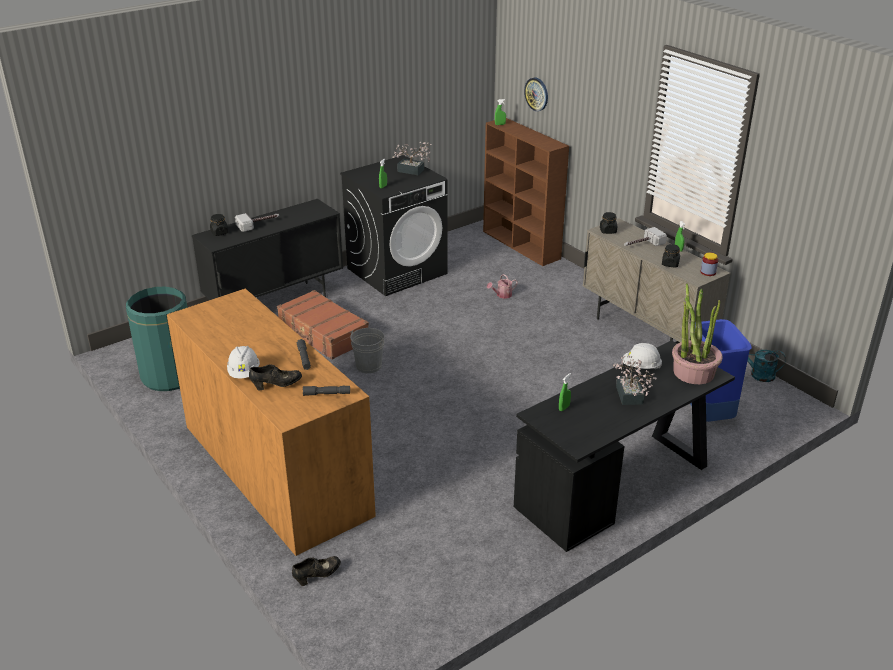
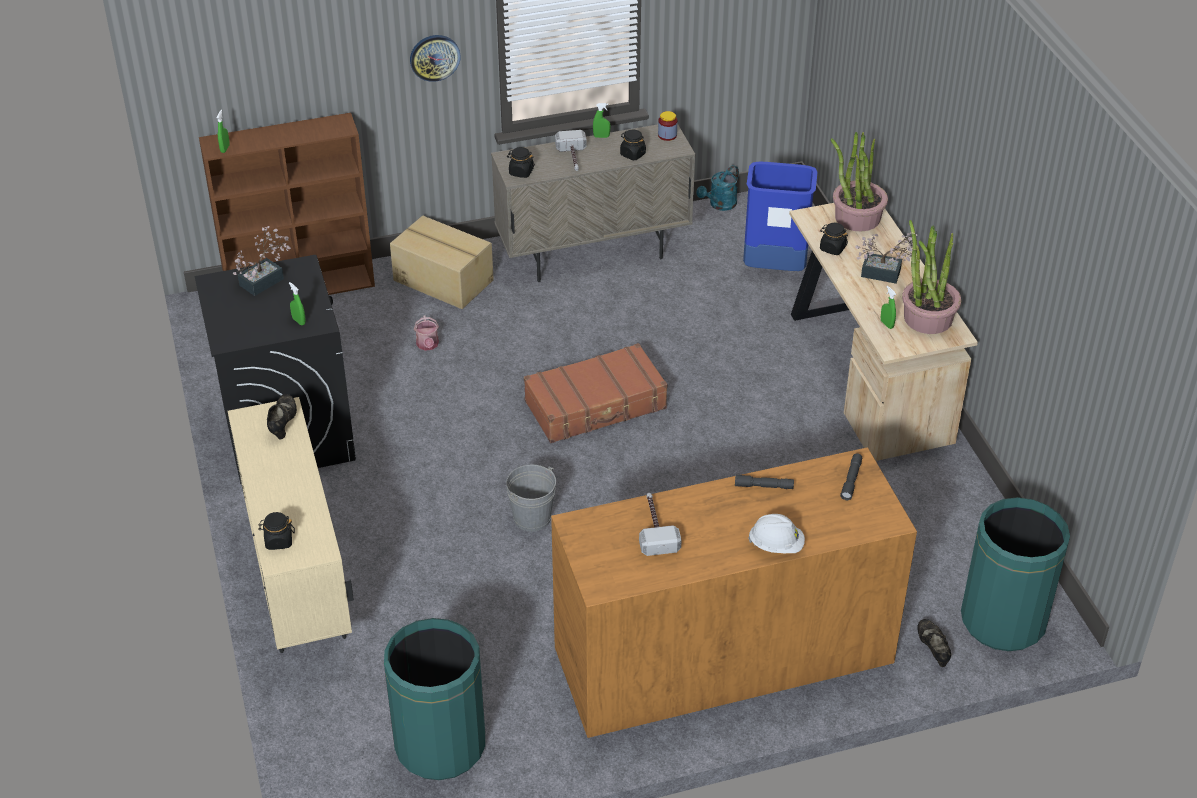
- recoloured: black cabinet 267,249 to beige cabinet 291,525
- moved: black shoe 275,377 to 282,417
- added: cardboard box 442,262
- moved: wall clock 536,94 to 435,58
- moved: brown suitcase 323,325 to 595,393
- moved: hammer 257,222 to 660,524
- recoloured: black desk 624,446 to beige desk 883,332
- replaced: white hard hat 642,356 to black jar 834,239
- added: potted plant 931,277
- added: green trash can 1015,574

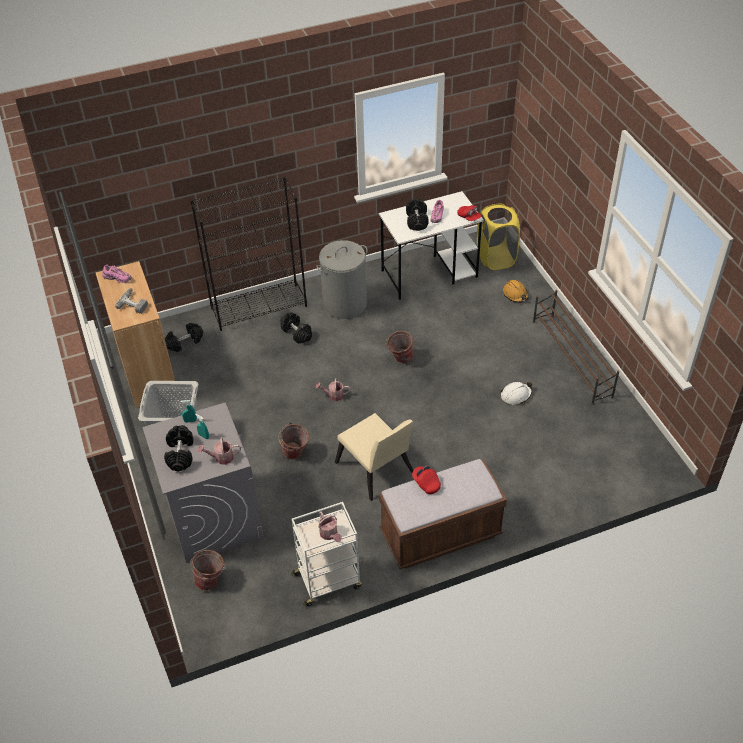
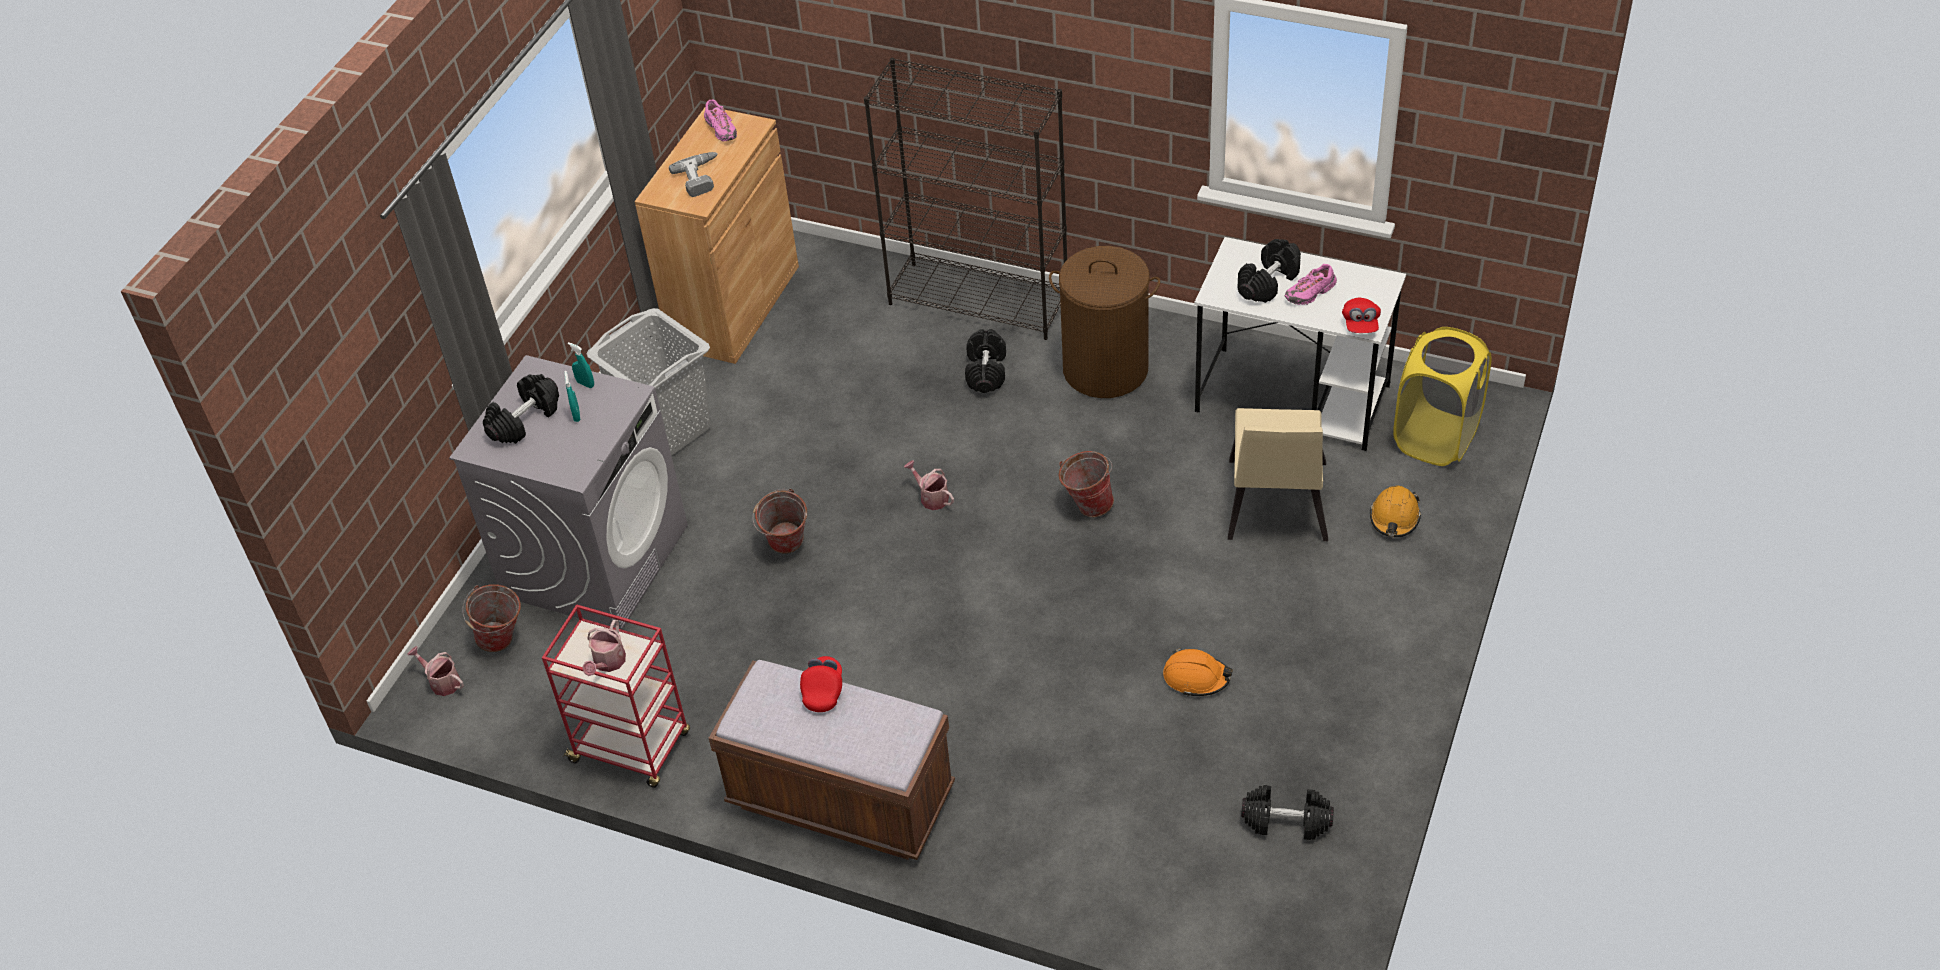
- moved: watering can 219,451 to 435,671
- recoloured: white cart 326,554 to red cart 616,696
- recoloured: grey laundry basket 342,279 to brown laundry basket 1104,322
- recoloured: white hard hat 516,393 to orange hard hat 1198,672
- moved: beige chair 374,457 to 1278,474
- moved: black dumbbell 184,337 to 1287,812
- removed: brown shoe rack 576,347

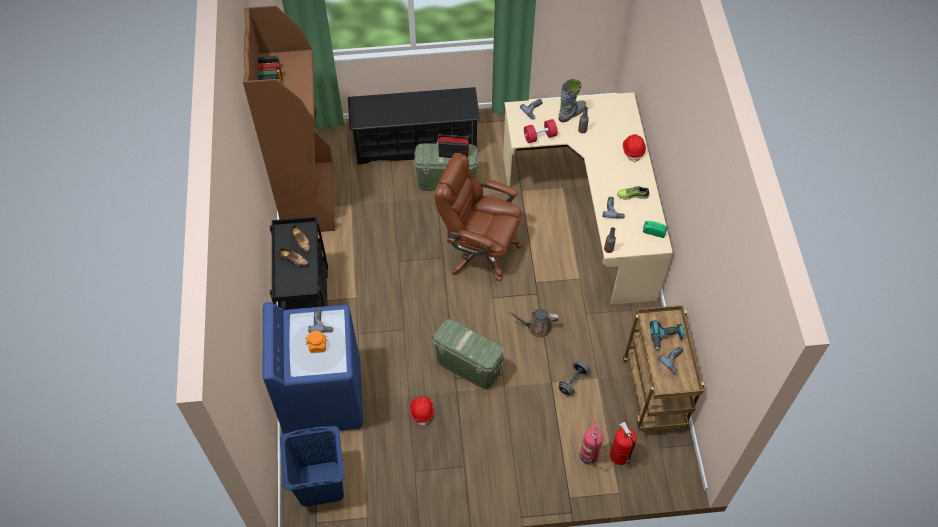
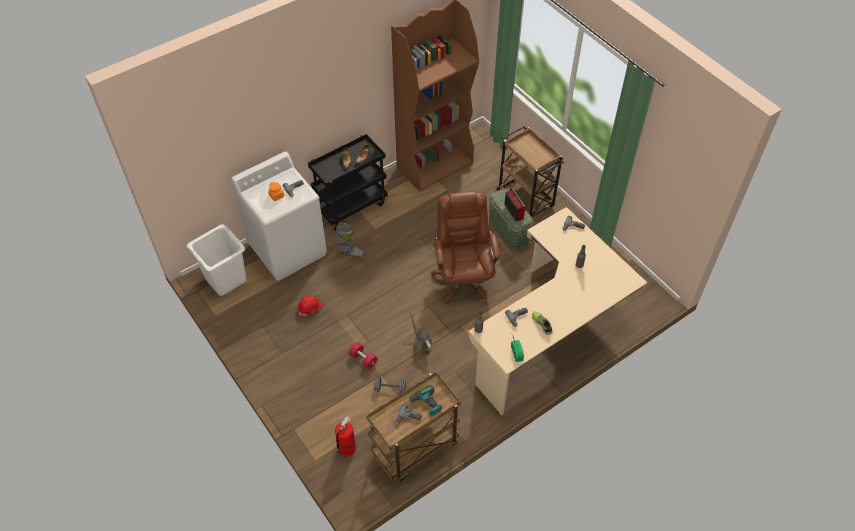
- recoloured: blue laundry basket 312,466 to white laundry basket 216,260
- recoloured: blue washing machine 312,368 to white washing machine 279,216
- moved: grey boot 572,100 to 350,240
- moved: red dumbbell 541,131 to 363,355
- replaced: black shoe rack 414,126 to brown cart 530,171
- removed: green storage box 468,354
- removed: fire extinguisher 591,442
- removed: red hard hat 634,148

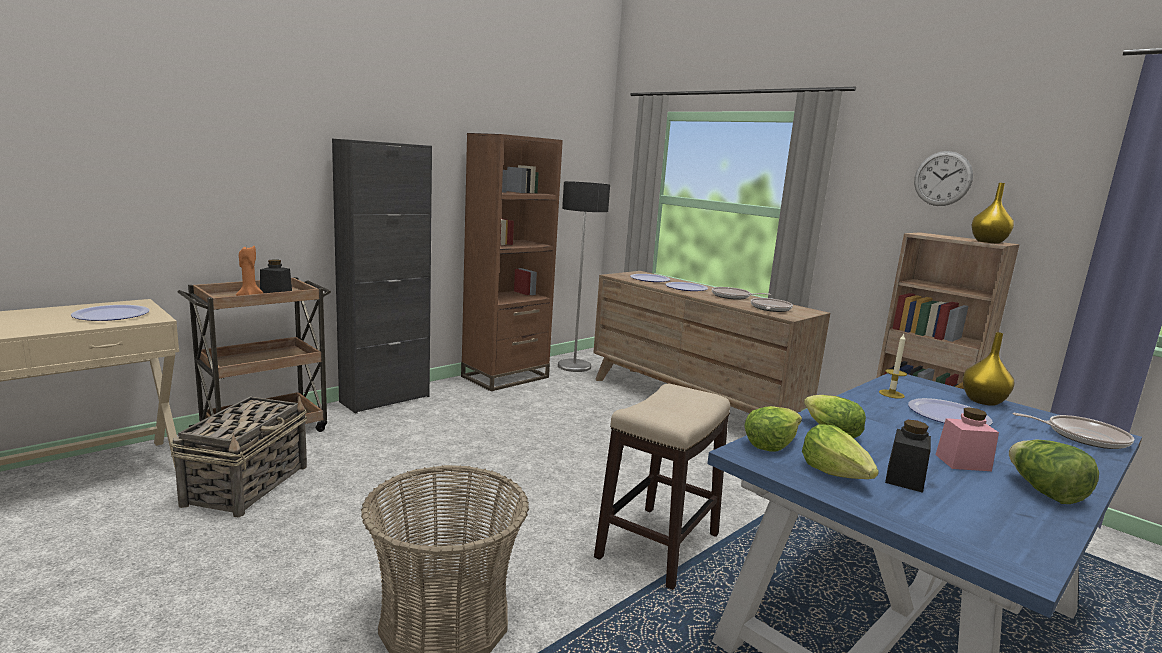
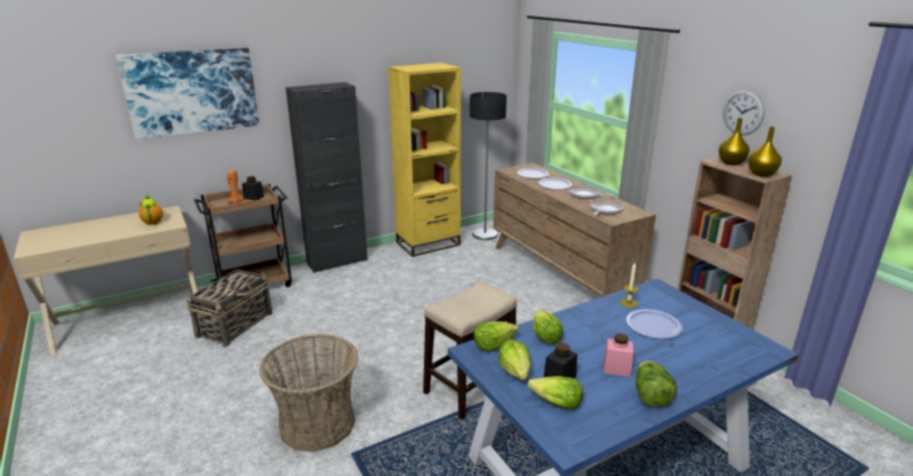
- added: picture 187,93
- replaced: plate 110,313 to teapot 151,209
- recoloured: brown bookcase 512,262 to yellow bookcase 424,160
- added: lettuce 555,393
- moved: yellow vase 988,369 to 734,141
- removed: frying pan 1073,431

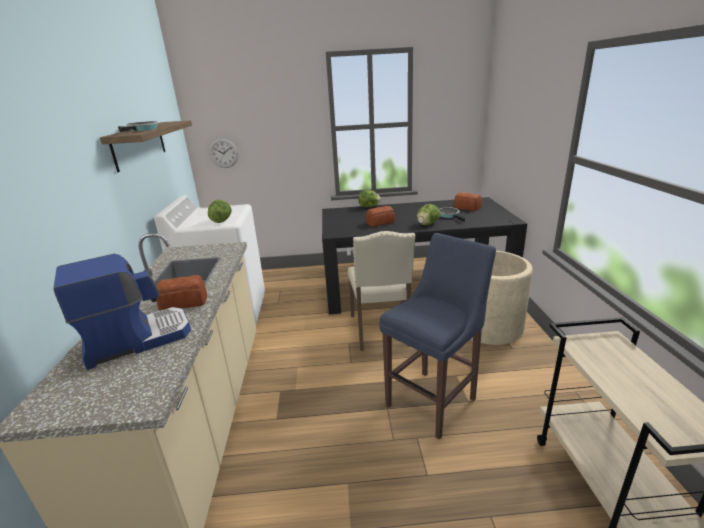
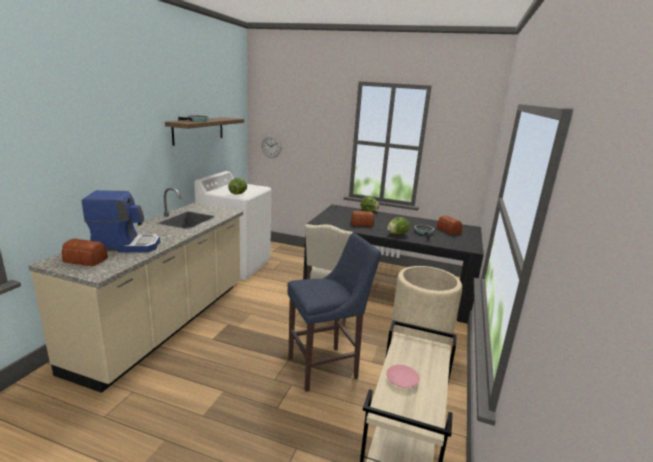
- moved: bread 182,293 to 85,252
- added: pink plate 403,376

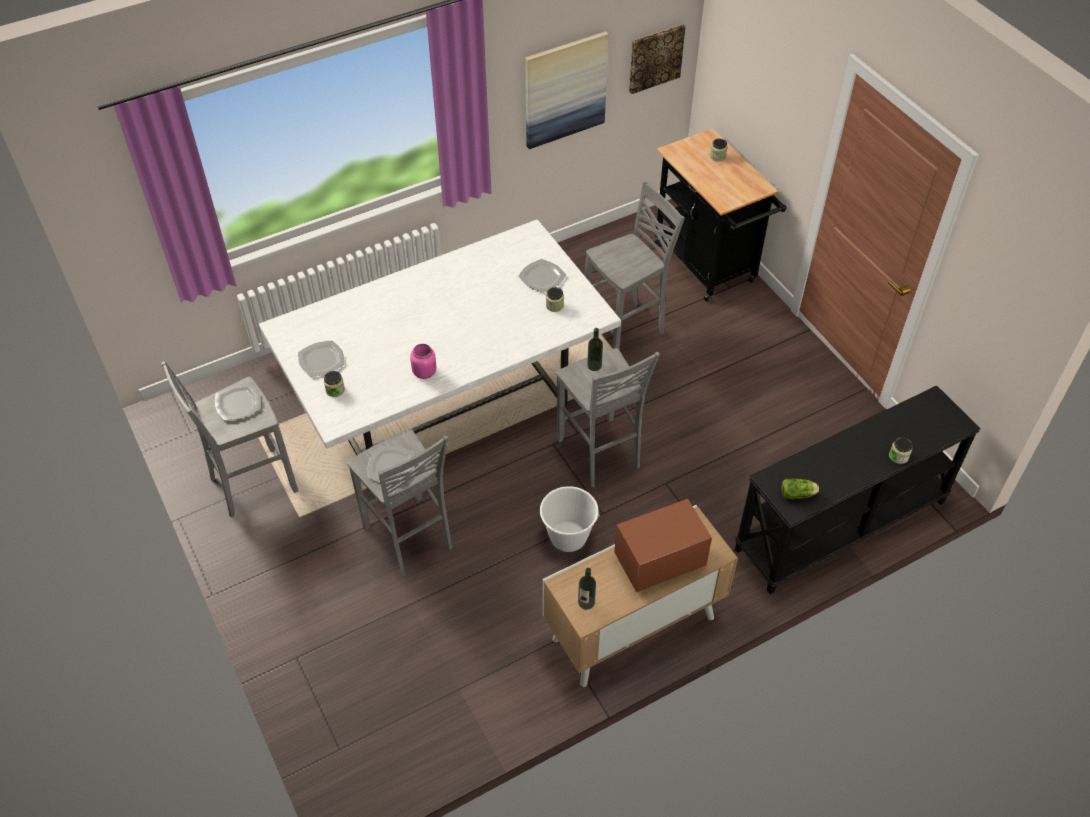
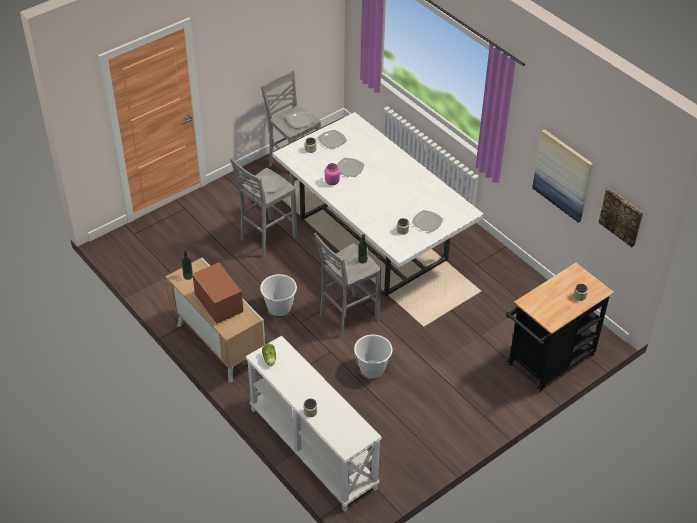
- recoloured: black console table 858,489 to white console table 314,424
- added: plate 350,167
- added: white bucket 373,356
- removed: grey stool 635,265

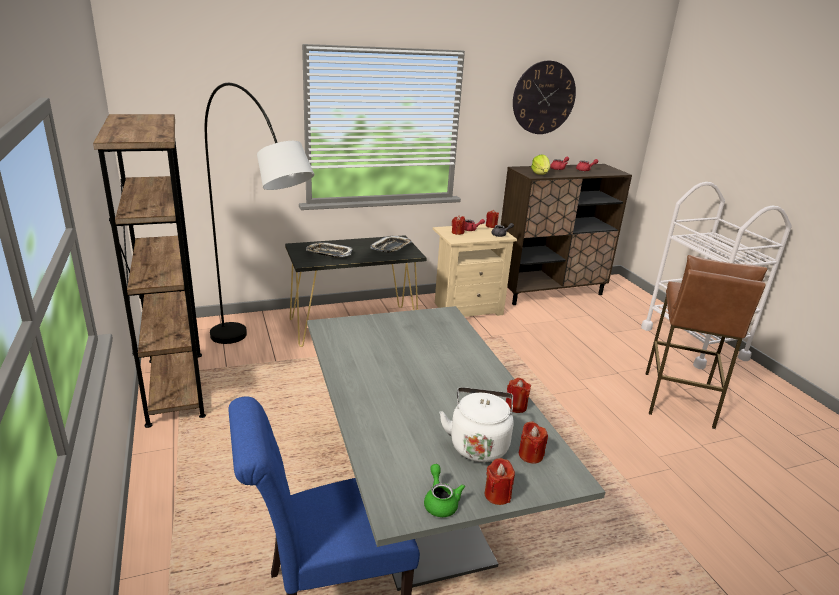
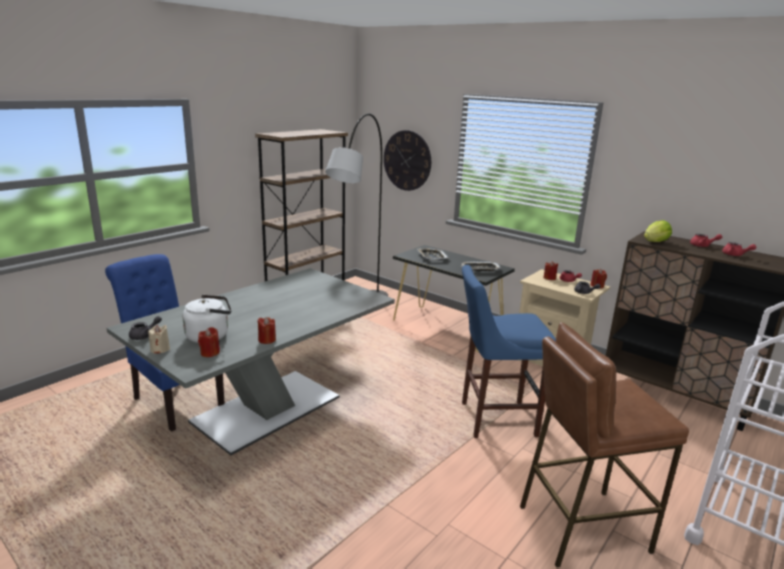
- recoloured: green teapot 444,490 to grey teapot 145,328
- recoloured: red candle 500,481 to beige candle 159,339
- moved: wall clock 544,97 to 407,160
- added: blue stool 509,351

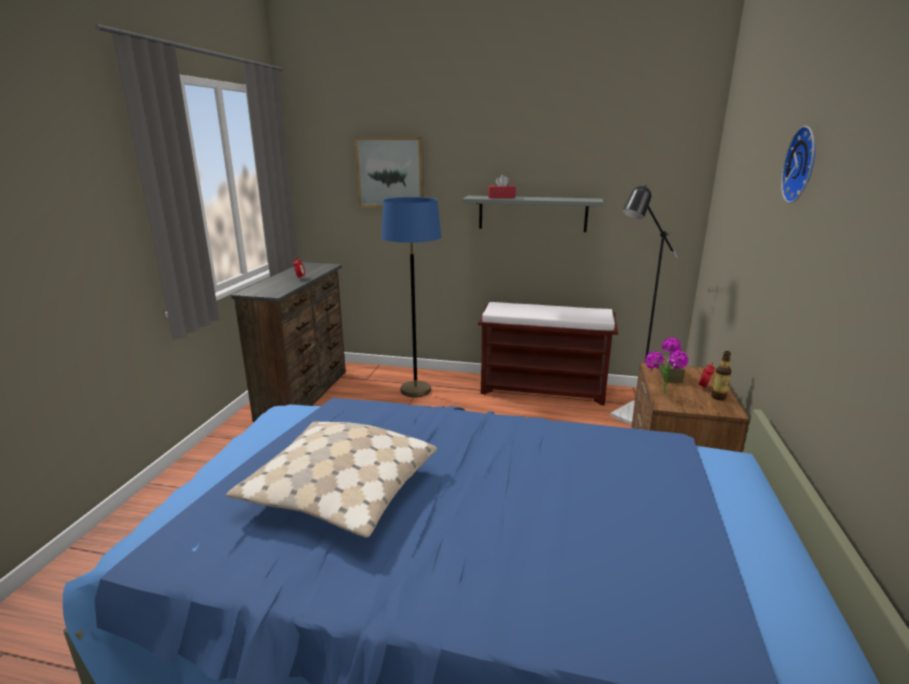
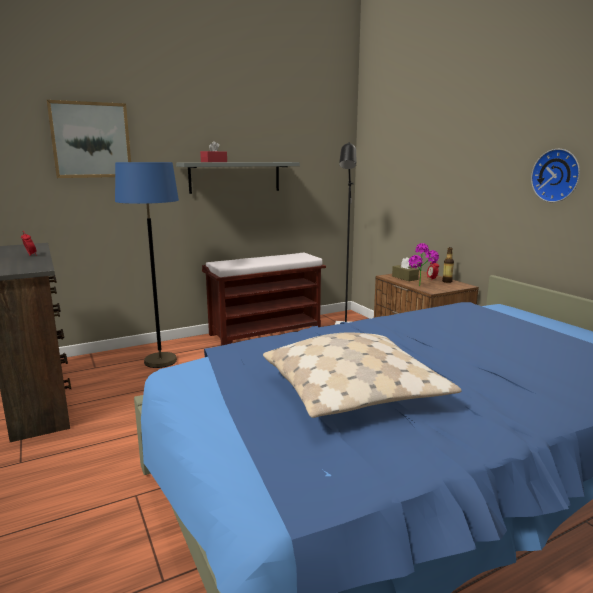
- moved: wall clock 798,164 to 555,175

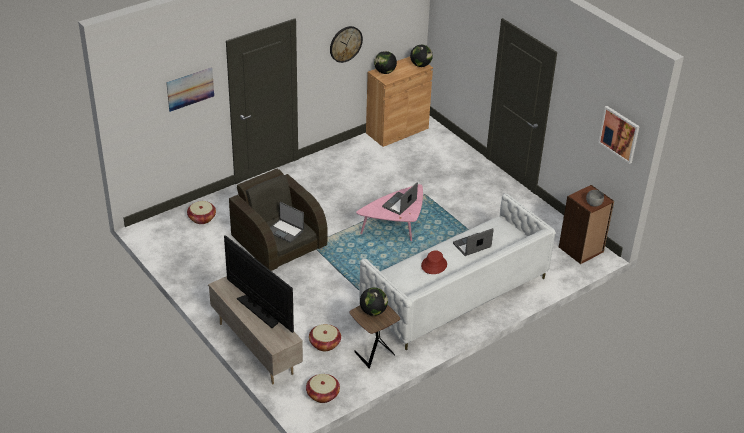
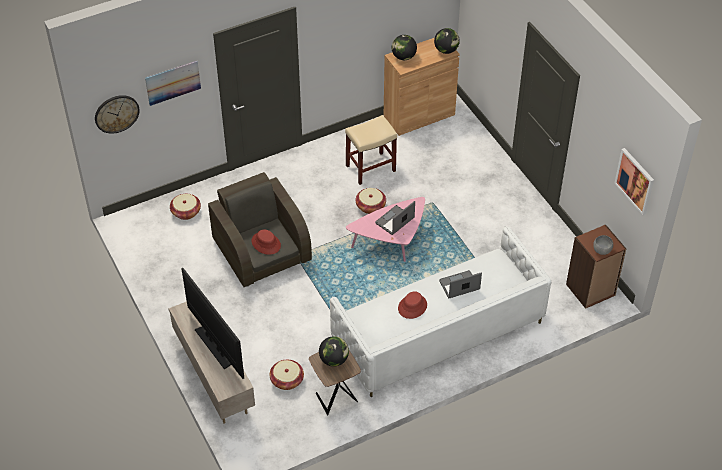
- moved: wall clock 346,44 to 117,114
- replaced: laptop 287,222 to red hat 266,242
- added: beige stool 371,150
- moved: basket 323,388 to 371,201

